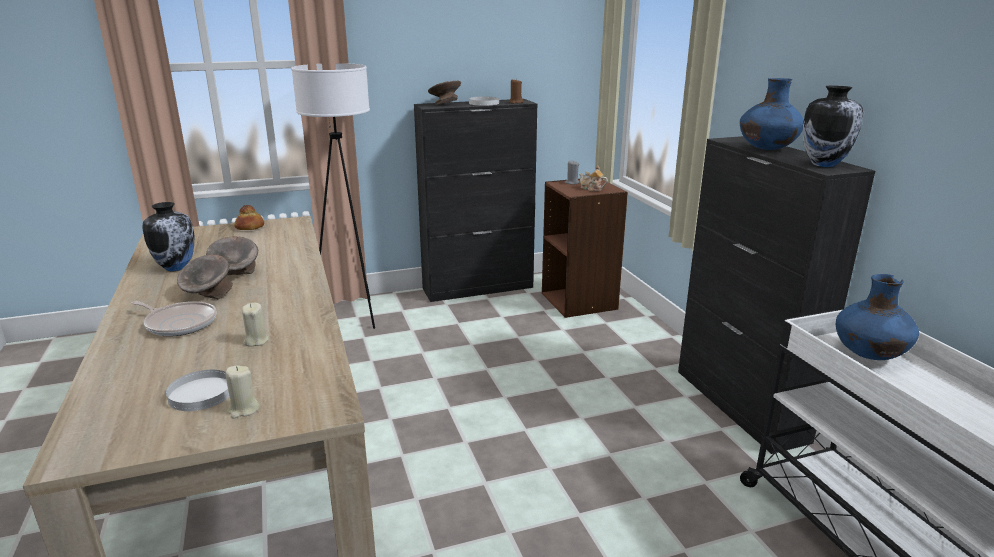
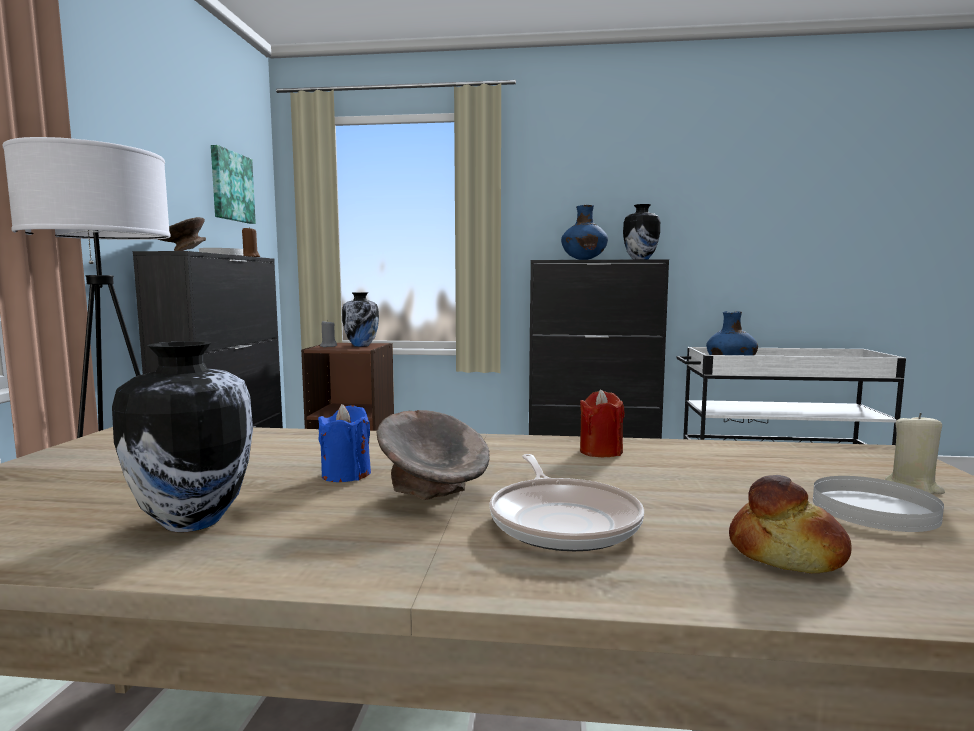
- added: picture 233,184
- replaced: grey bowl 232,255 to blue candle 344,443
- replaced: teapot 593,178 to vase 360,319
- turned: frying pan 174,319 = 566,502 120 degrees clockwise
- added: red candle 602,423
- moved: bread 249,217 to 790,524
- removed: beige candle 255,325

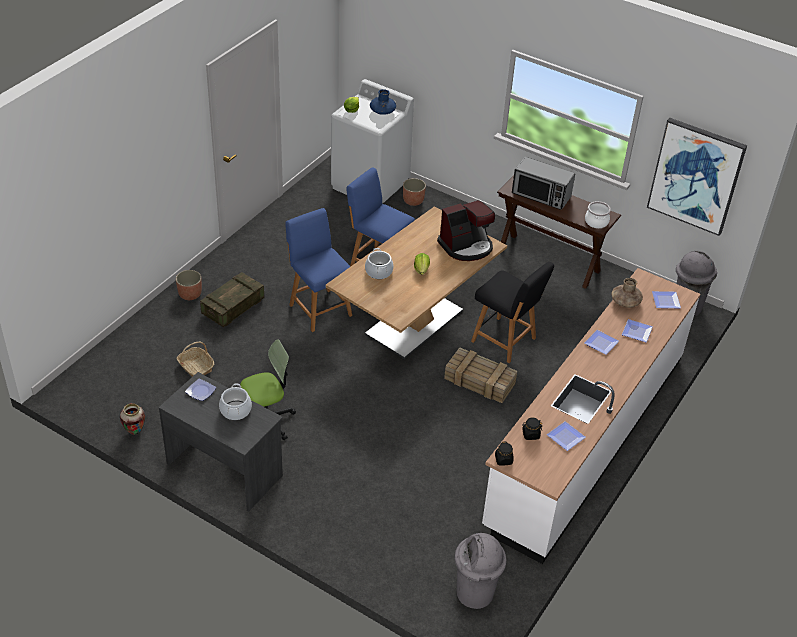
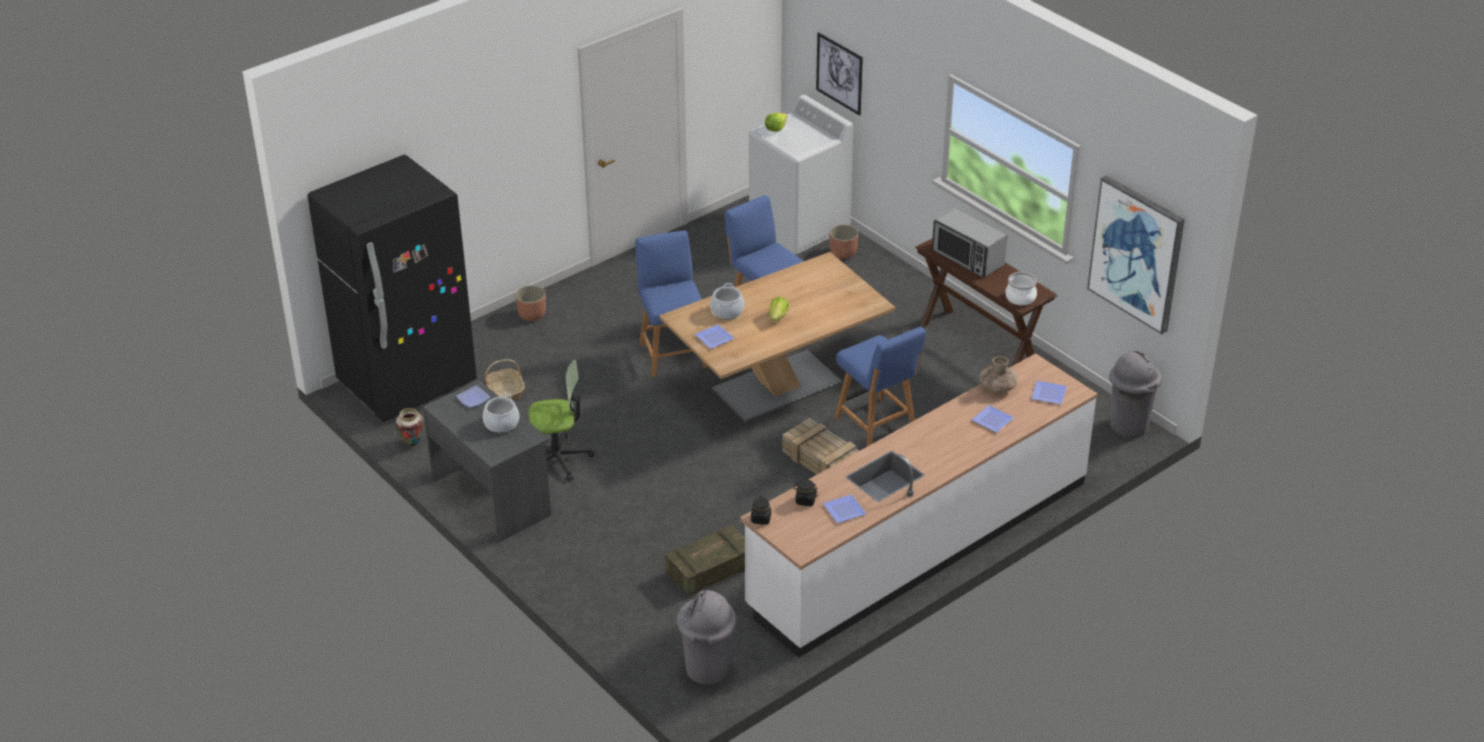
- added: black fridge 392,288
- moved: crate 232,299 to 705,560
- moved: plate 601,342 to 714,336
- added: picture 839,74
- recoloured: black chair 512,312 to blue chair 880,387
- removed: blue vase 383,102
- removed: coffee machine 466,230

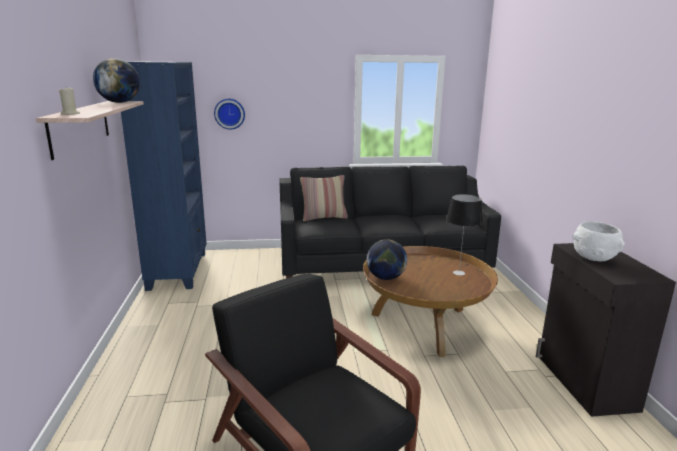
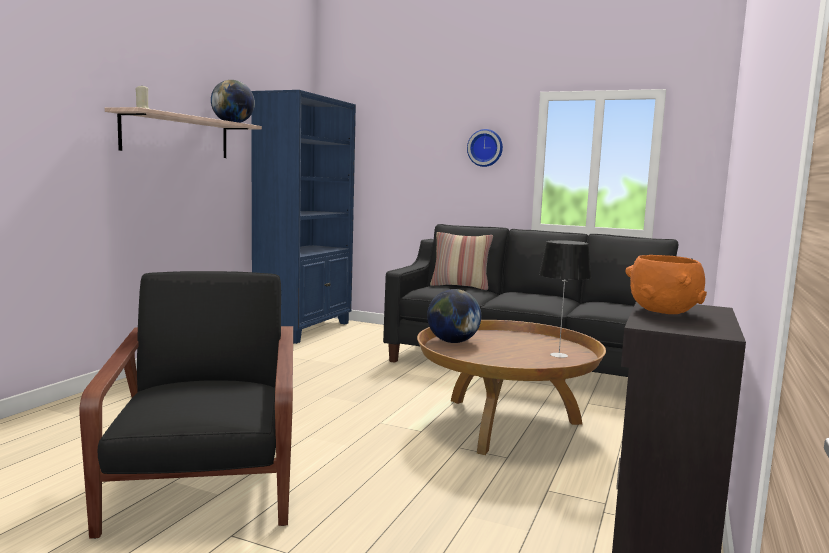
- moved: wall clock 229,114 to 485,148
- recoloured: white bowl 598,241 to orange bowl 666,284

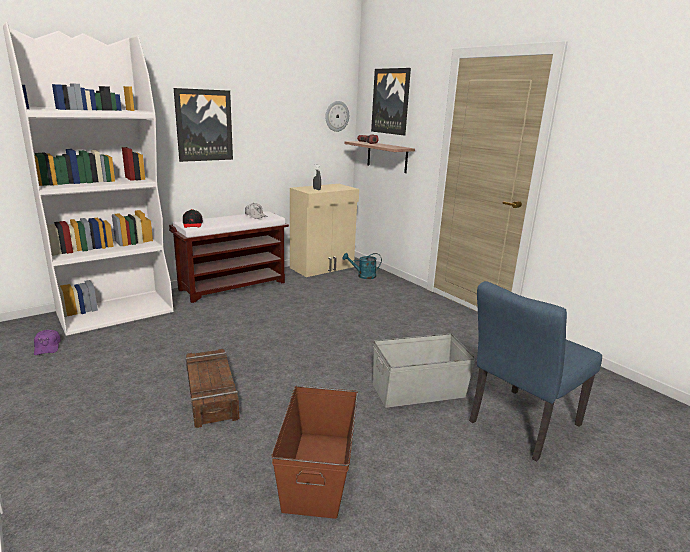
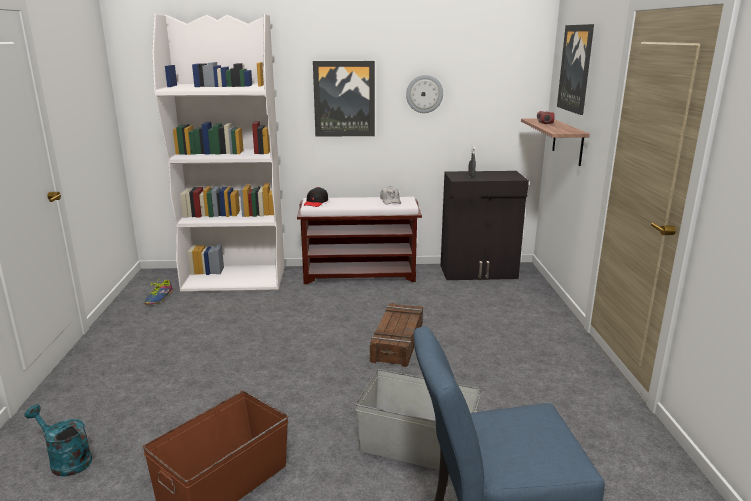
- moved: turquoise watering can 362,266 to 58,440
- replaced: purple cap 47,342 to shoe 158,292
- moved: crate 212,388 to 396,335
- moved: wall clock 337,116 to 424,94
- recoloured: beige cabinet 324,230 to black cabinet 485,225

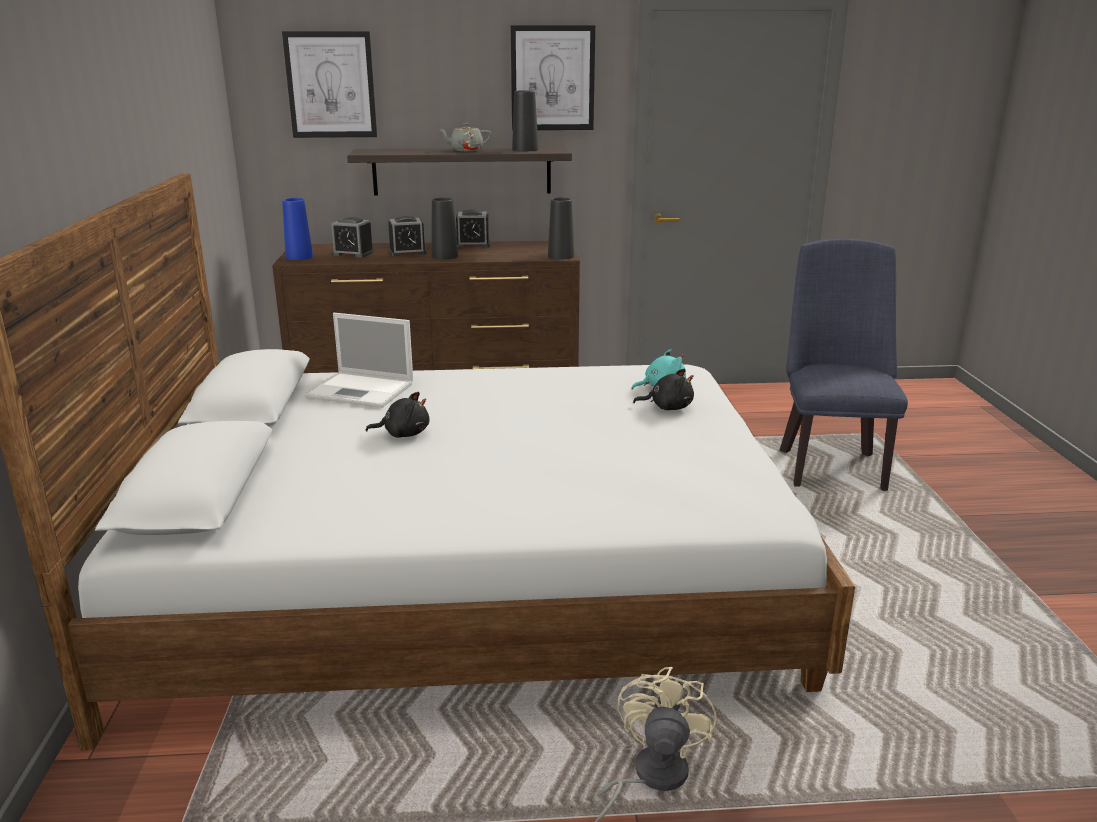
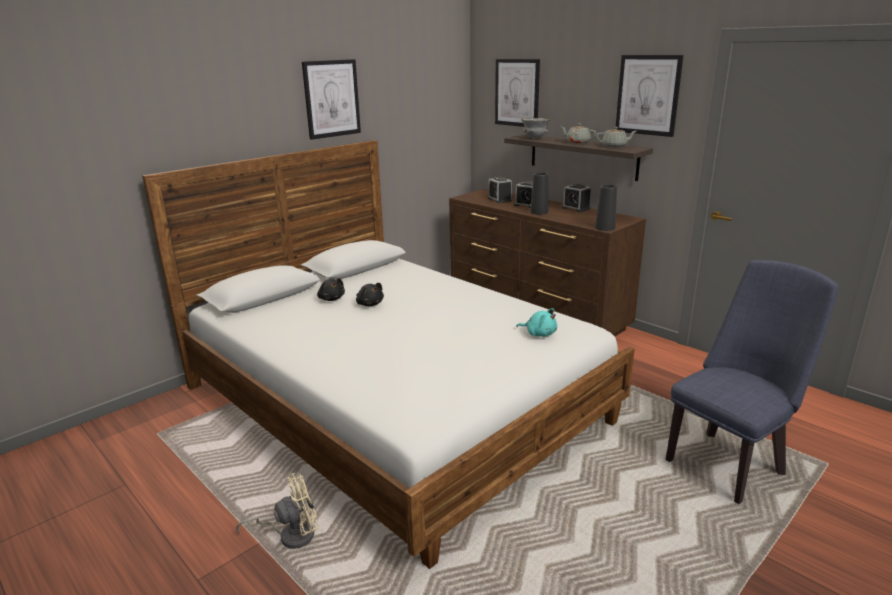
- added: picture 331,99
- moved: black plush toy 663,389 to 331,289
- added: grey bowl 535,128
- replaced: black vase 525,120 to grey teapot 616,137
- removed: blue vase 297,229
- removed: laptop 359,360

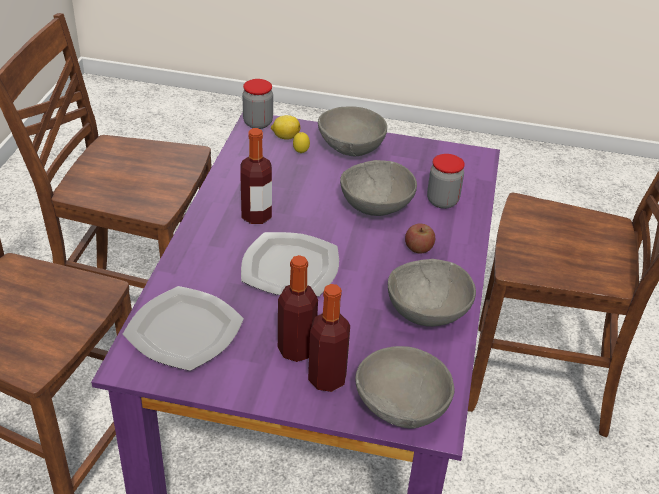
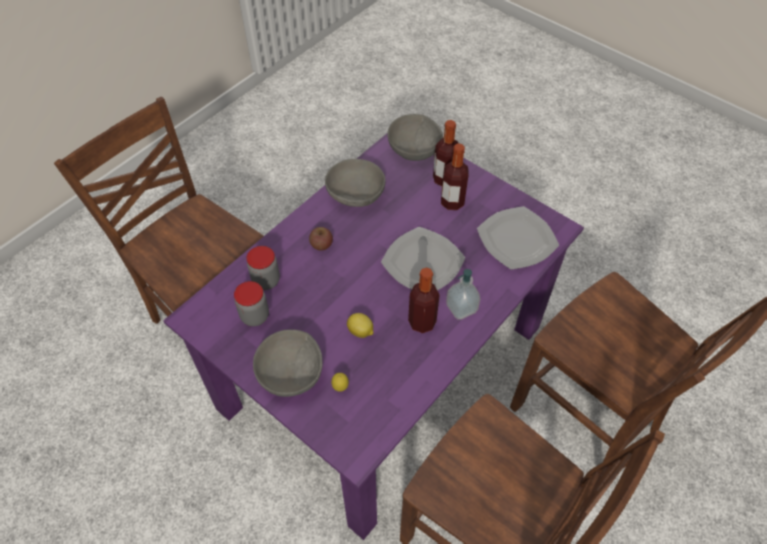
- moved: jar 257,104 to 251,303
- moved: lemon 285,127 to 360,325
- added: soap dispenser 463,294
- removed: grey bowl 378,188

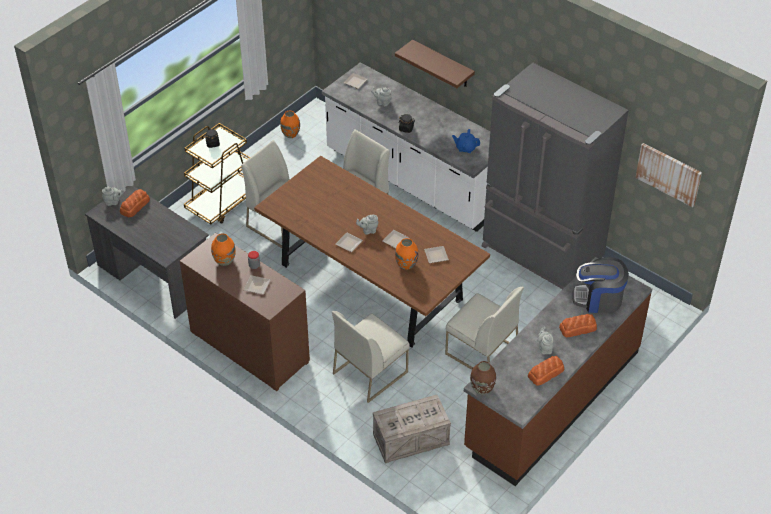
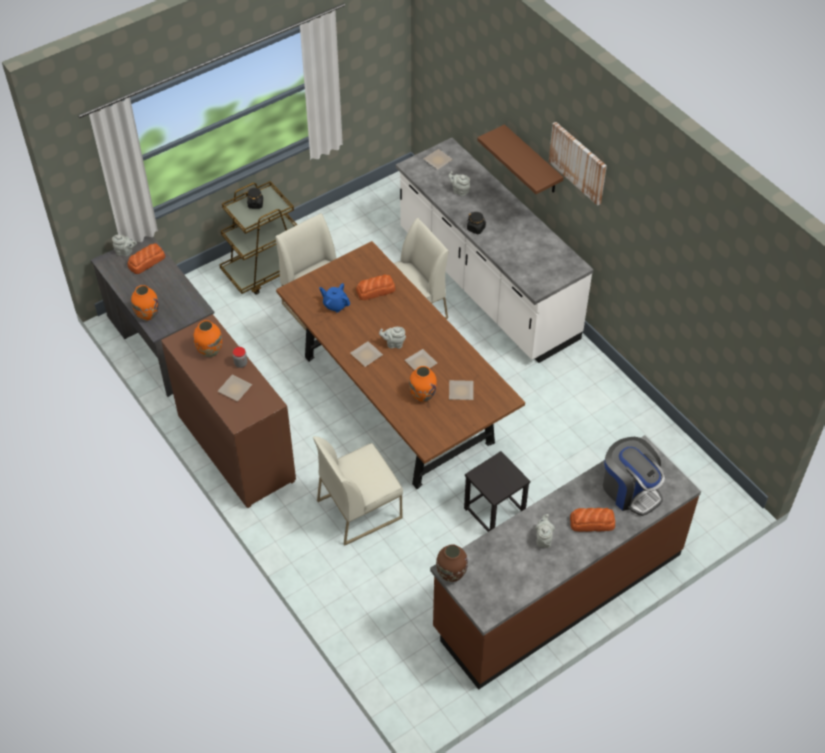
- moved: orange vase 290,124 to 145,302
- moved: blue teapot 466,141 to 334,297
- moved: bread 546,370 to 375,287
- replaced: white chair 484,328 to black stool 497,491
- moved: picture 668,175 to 578,164
- turned: coffee machine 600,285 = 634,476 150 degrees counterclockwise
- removed: crate 412,429
- removed: grey fridge 555,176

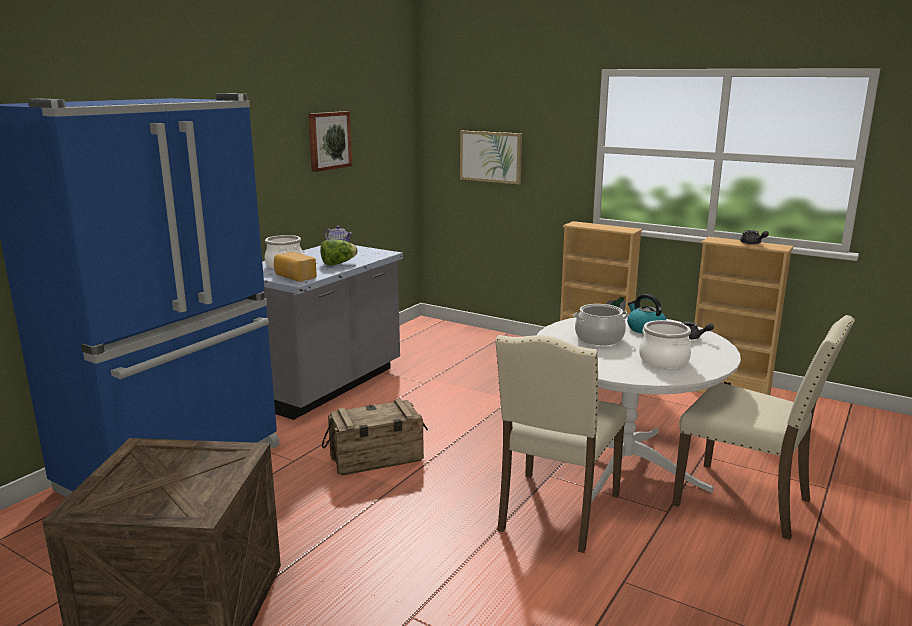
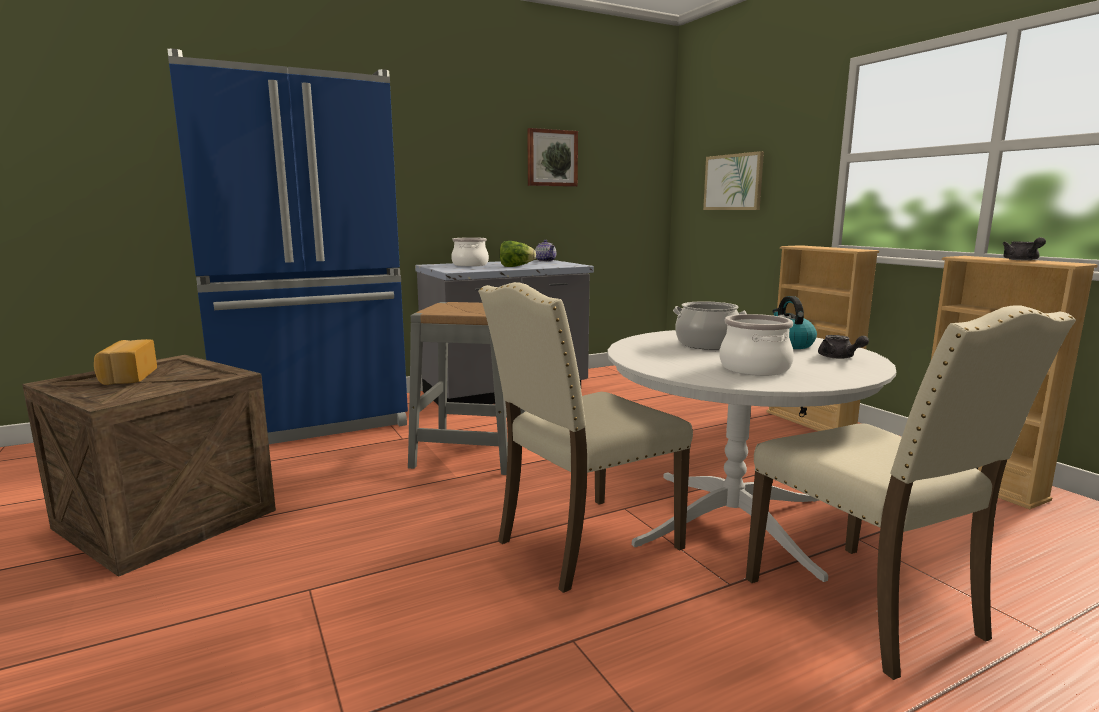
- moved: bread 295,267 to 125,362
- replaced: crate 375,437 to grey stool 466,388

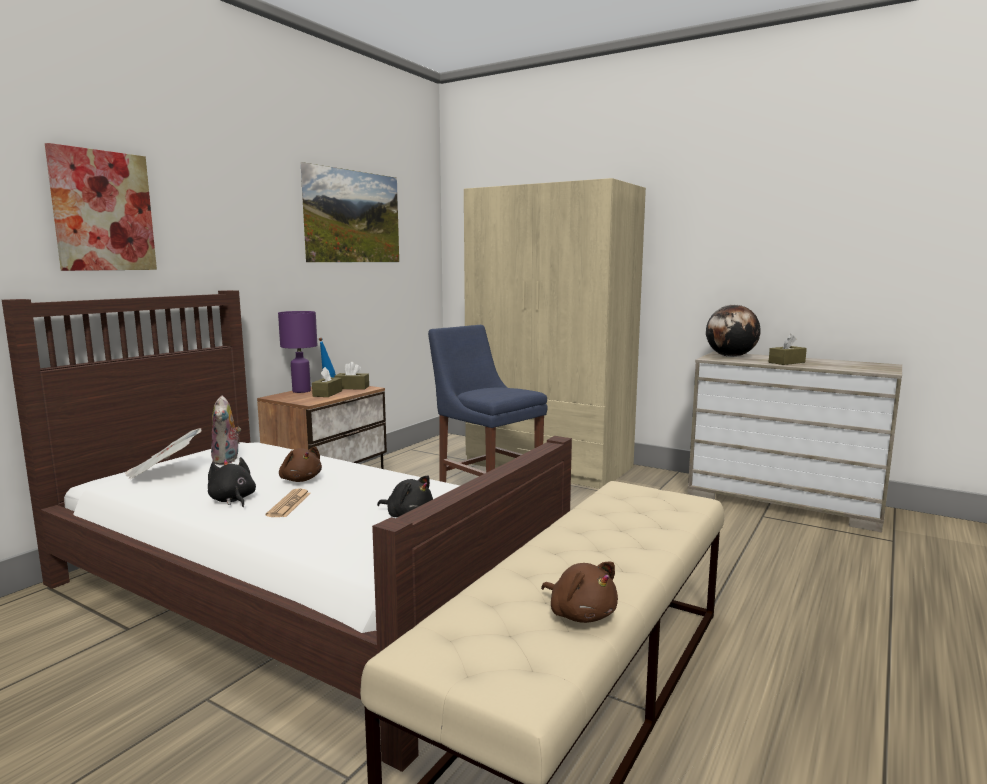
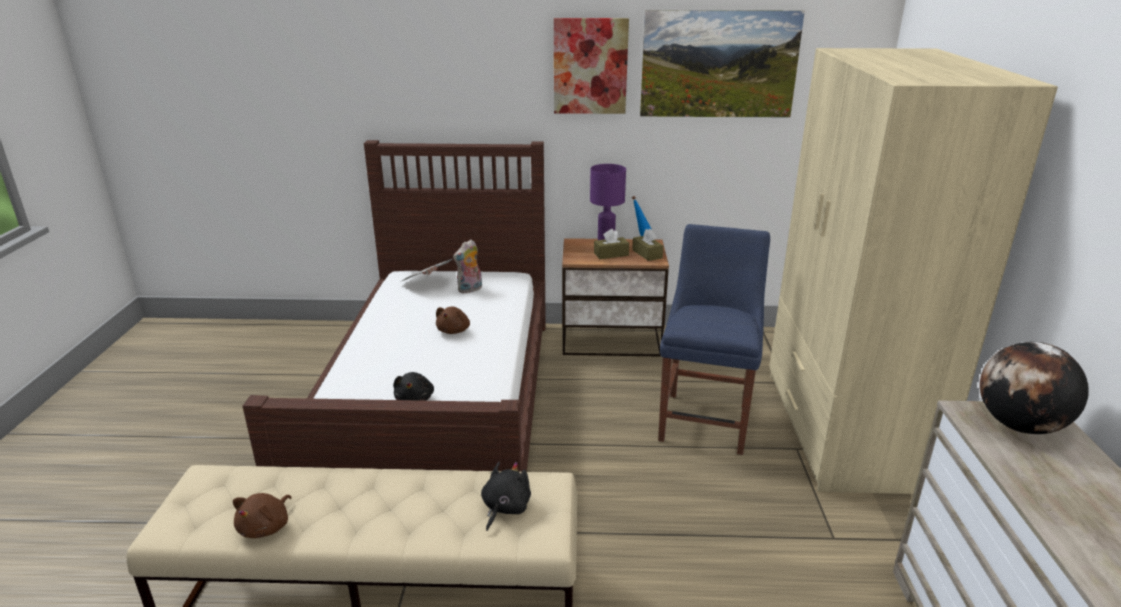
- moved: black plush toy 232,482 to 506,496
- moved: picture 101,207 to 591,66
- removed: newspaper 288,502
- removed: brown tissue box 788,349

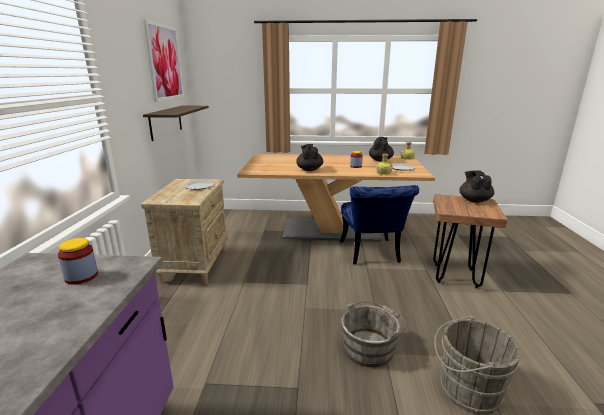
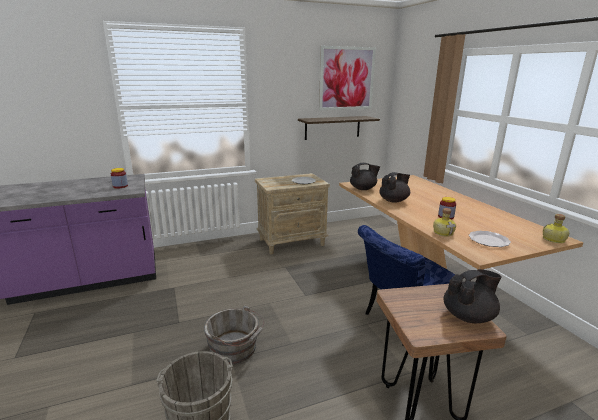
- moved: black teapot 381,149 to 365,176

